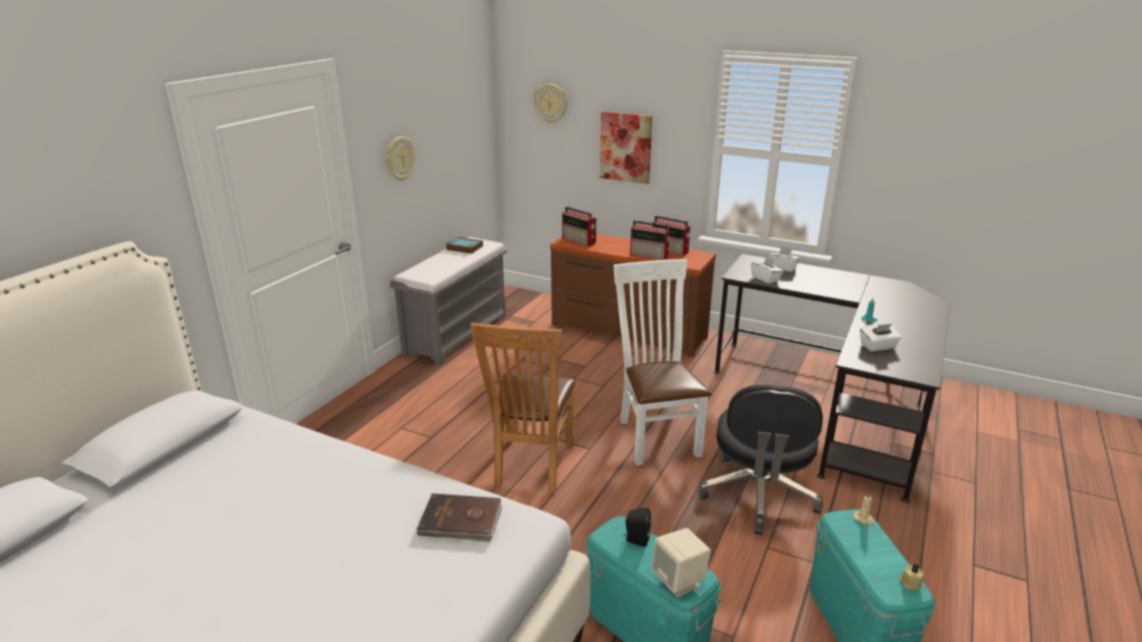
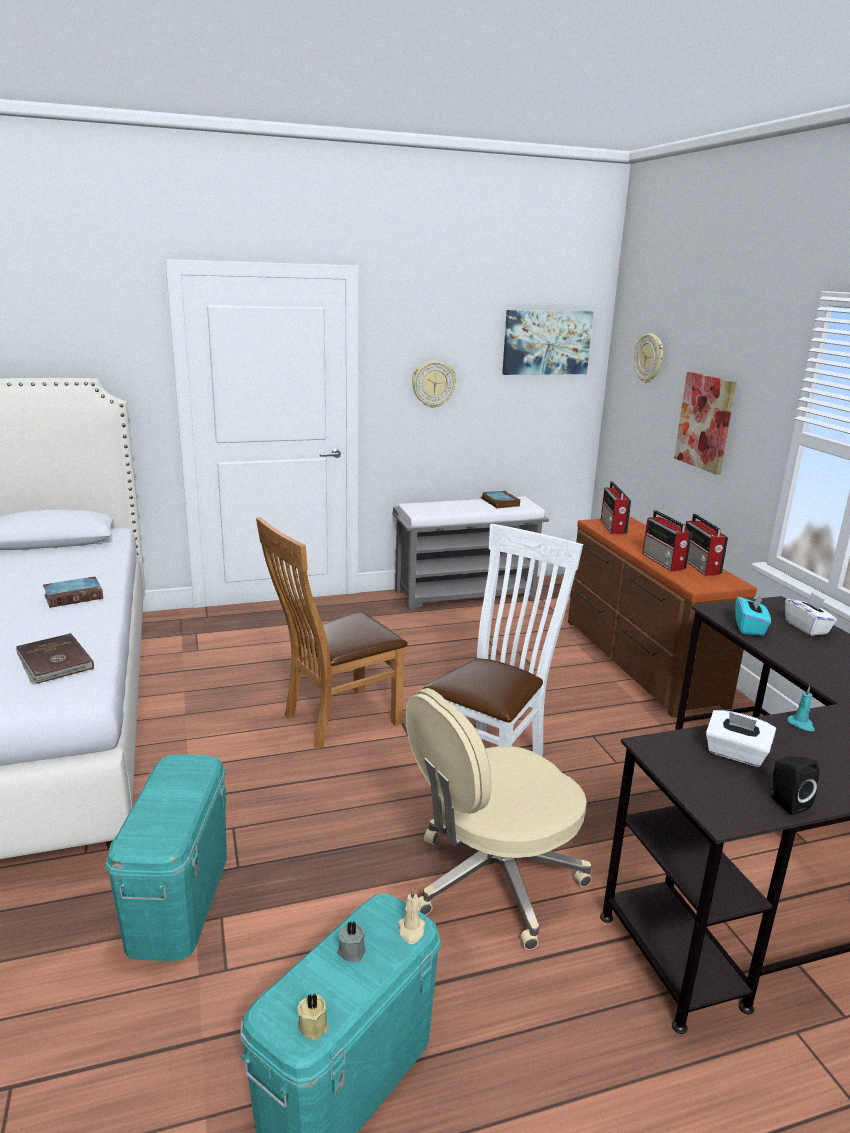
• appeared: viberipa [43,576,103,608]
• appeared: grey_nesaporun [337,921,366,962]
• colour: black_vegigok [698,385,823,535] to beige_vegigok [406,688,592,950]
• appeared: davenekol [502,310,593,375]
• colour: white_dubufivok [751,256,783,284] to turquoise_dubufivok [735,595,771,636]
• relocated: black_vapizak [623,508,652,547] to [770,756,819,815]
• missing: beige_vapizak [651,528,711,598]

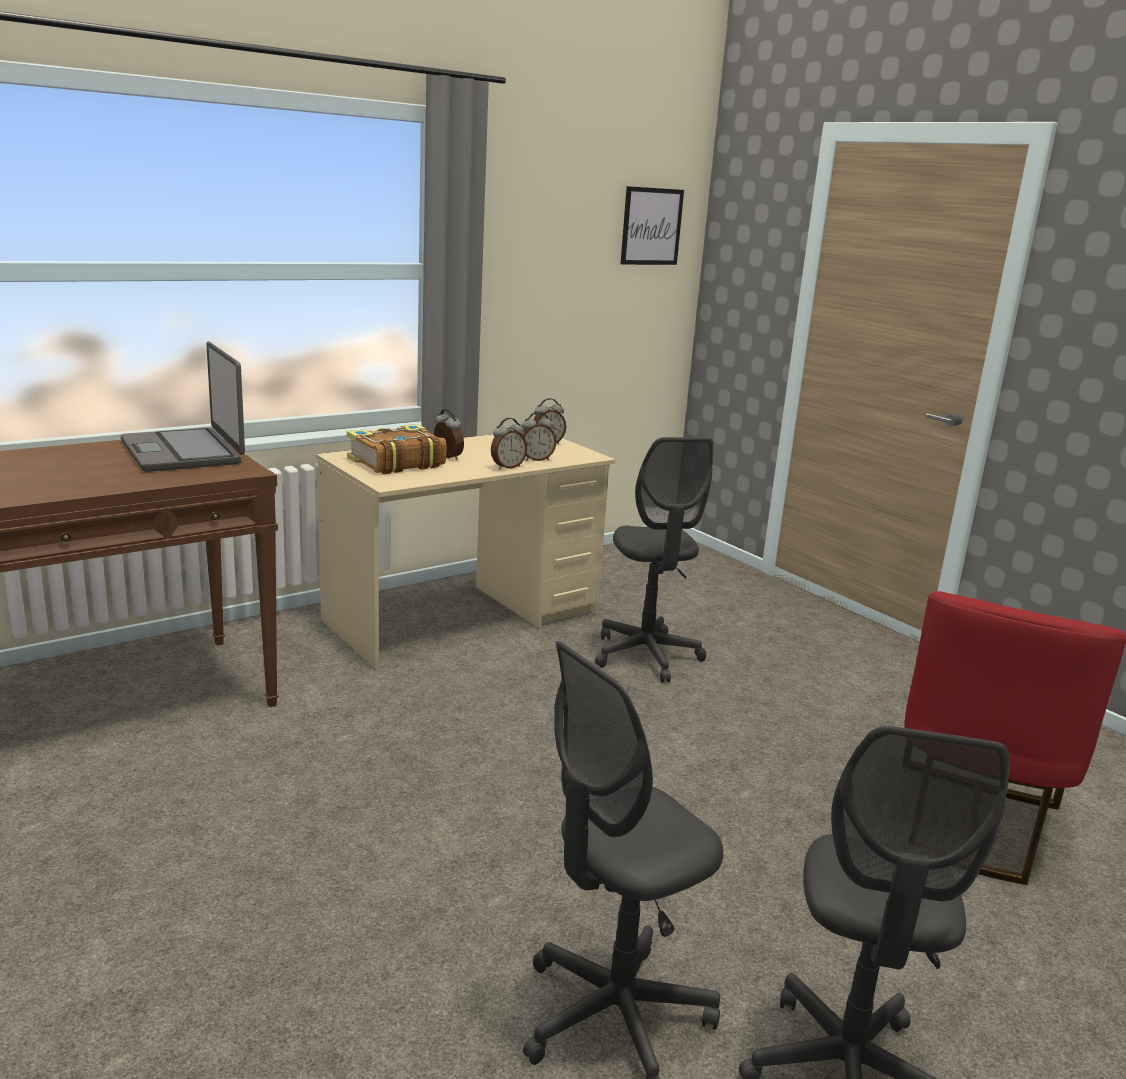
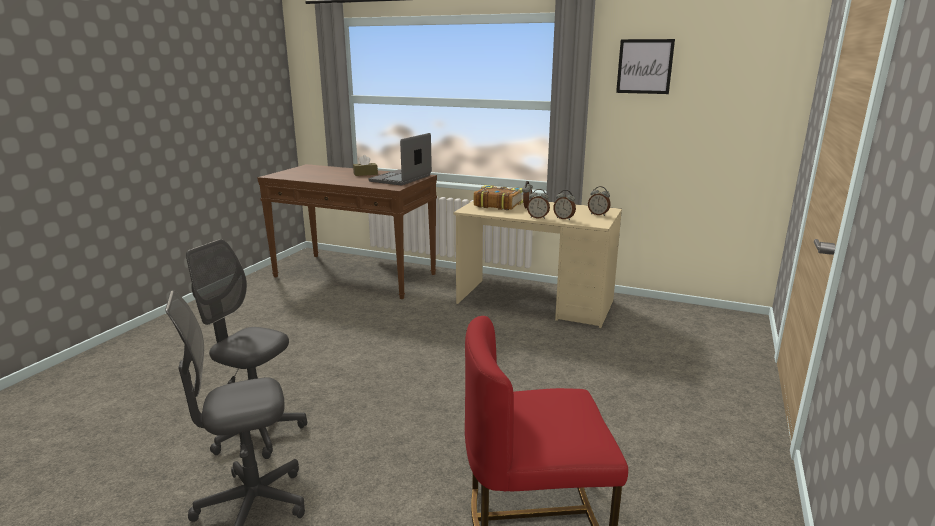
• appeared: brown_dubufivok [353,155,378,176]
• relocated: davenekol [620,186,684,265] to [616,39,675,94]
• missing: grey_vegigok [595,437,714,683]

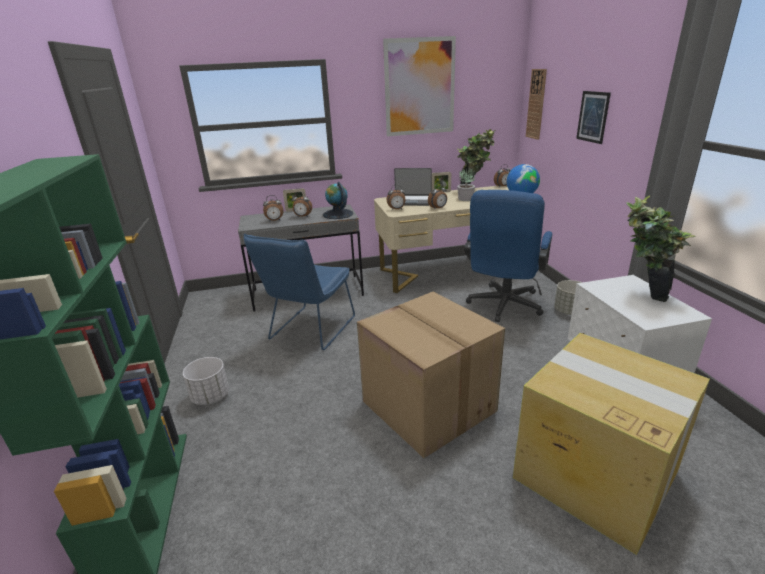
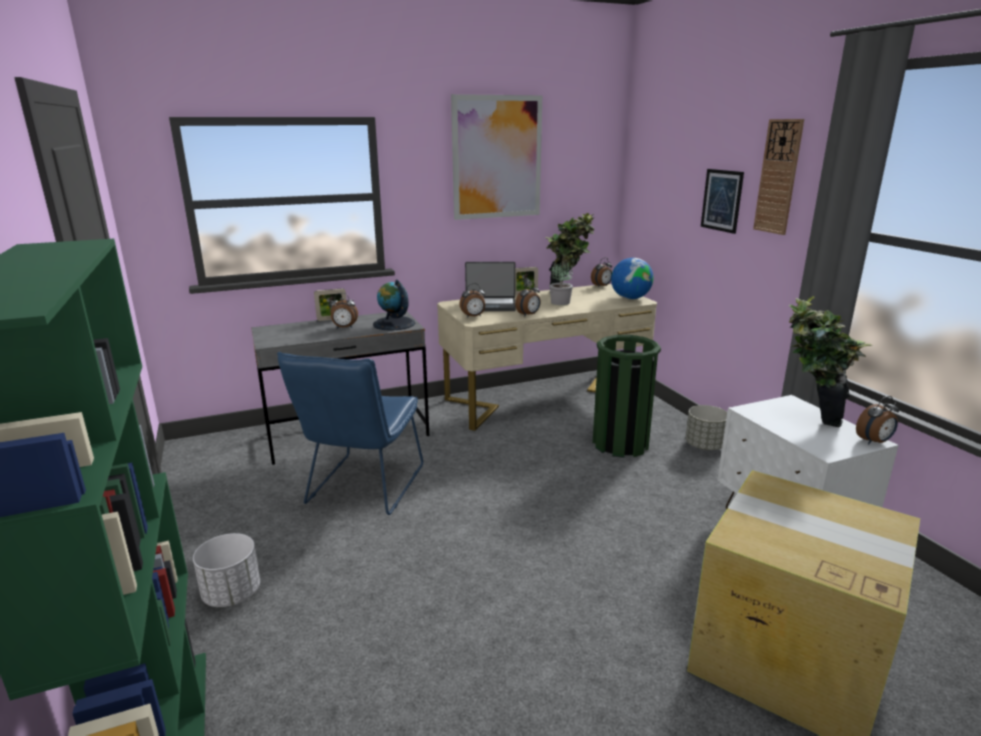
• exchanged: blue_vegigok [464,190,552,322] to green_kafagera [593,335,661,458]
• relocated: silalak [526,69,547,140] to [753,119,804,235]
• relocated: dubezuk [263,195,283,222] to [856,396,899,444]
• missing: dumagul [357,292,505,458]

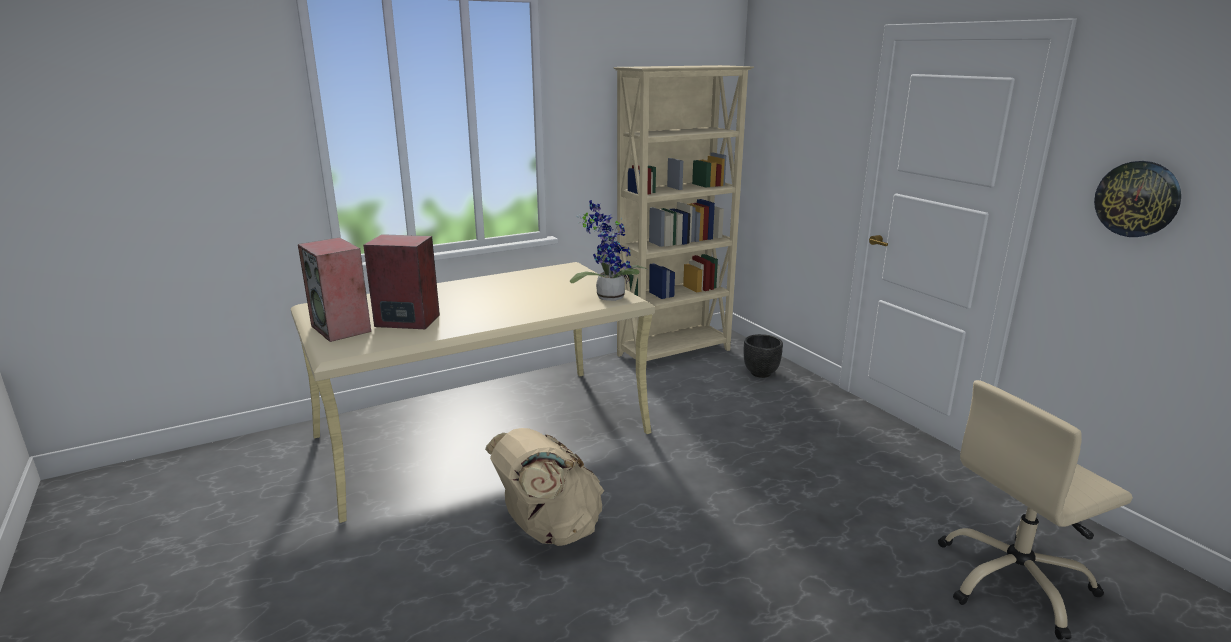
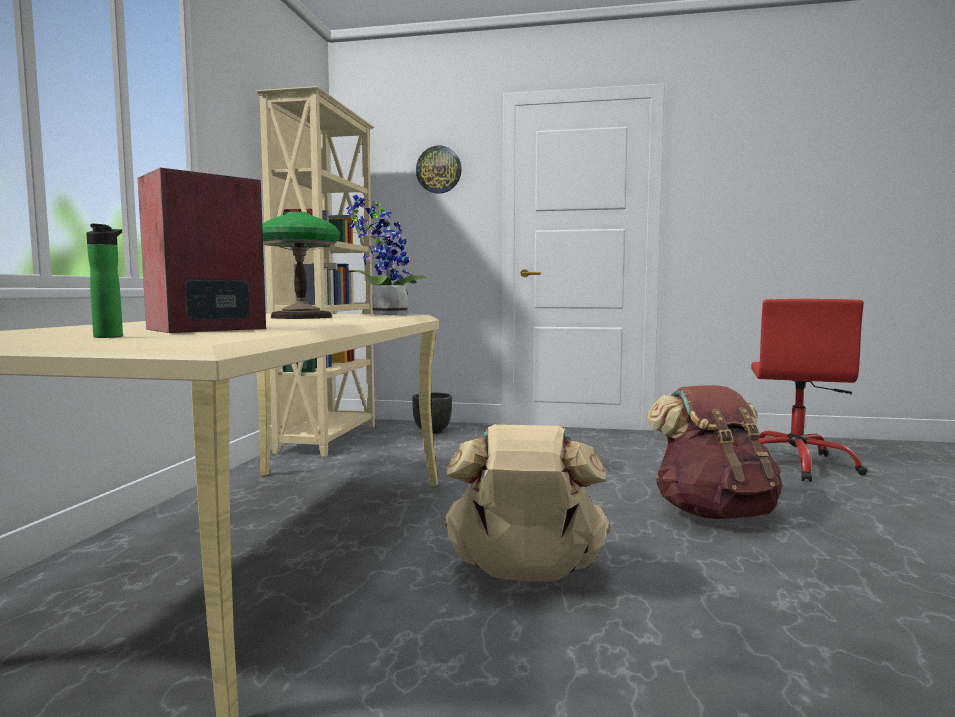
• exchanged: vapizak [298,237,371,342] to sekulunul [86,224,123,338]
• appeared: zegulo [262,212,340,319]
• relocated: silalak [1094,161,1181,237] to [416,145,462,194]
• appeared: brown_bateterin [646,386,783,519]
• colour: beige_vegigok [938,380,1133,640] to red_vegigok [751,299,868,482]

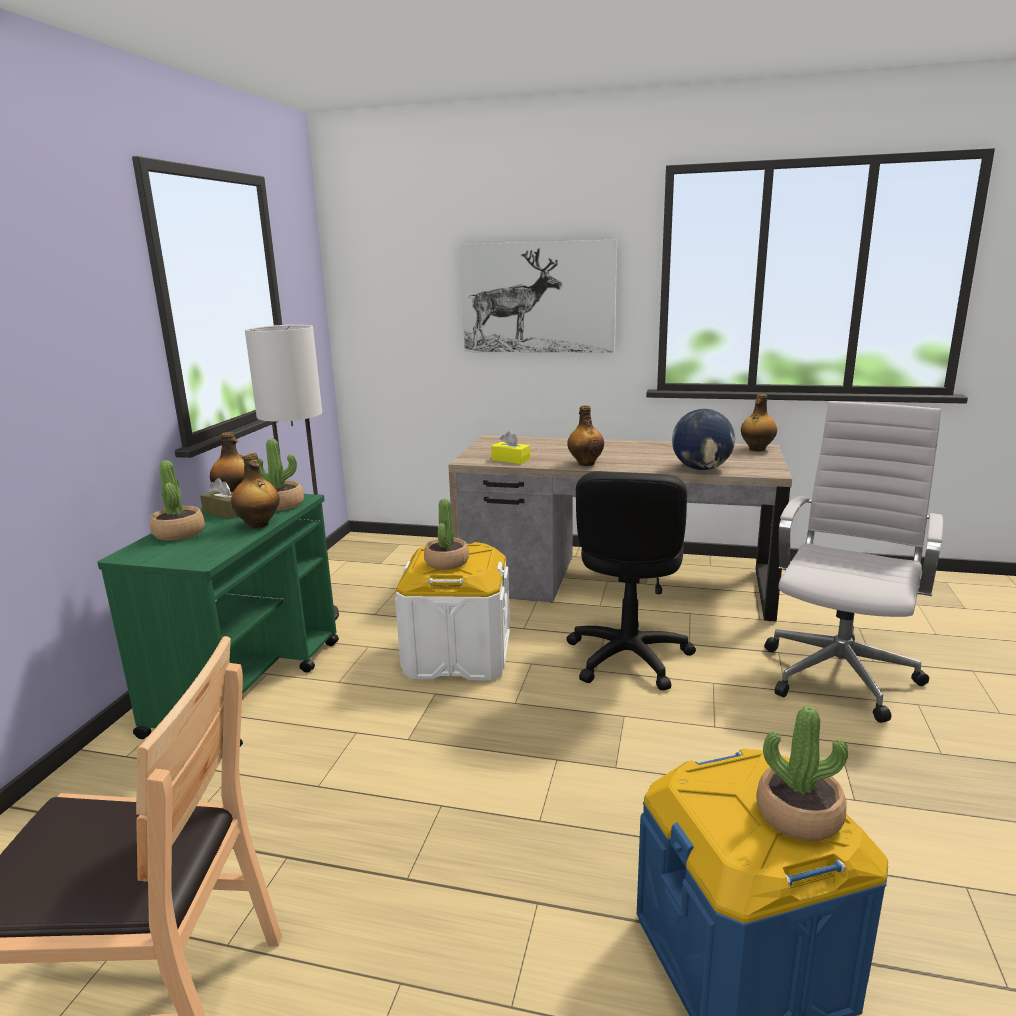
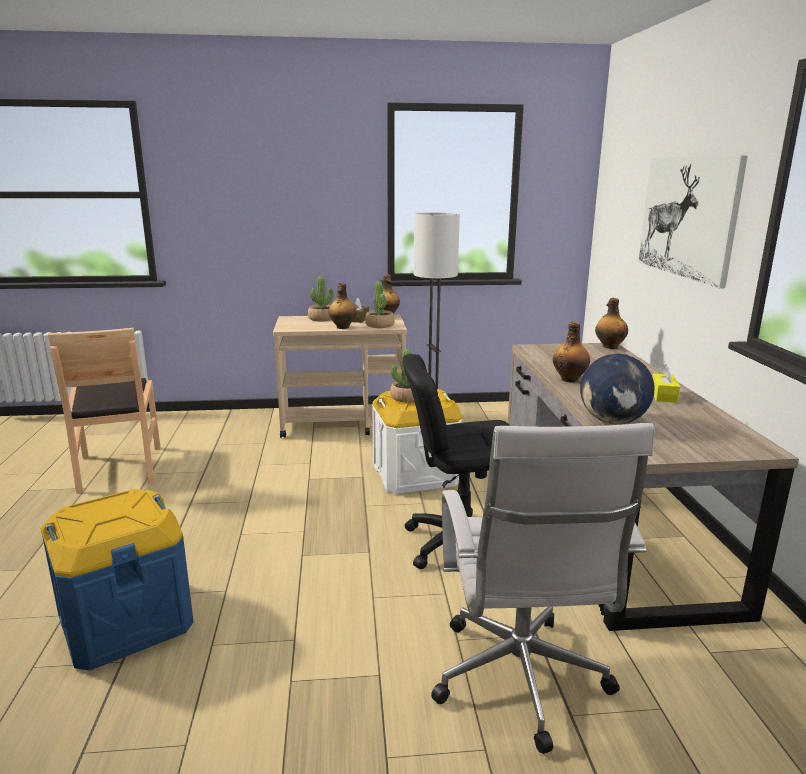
• colour: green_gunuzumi [97,494,339,747] to beige_gunuzumi [273,314,407,438]
• spun: white_vegigok [764,401,943,723] = [431,423,654,754] 75 degrees clockwise
• relocated: sekulunul [741,394,777,451] to [595,298,628,349]
• relocated: yellow_dubufivok [491,431,530,464] to [652,364,680,403]
• missing: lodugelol [756,706,848,841]

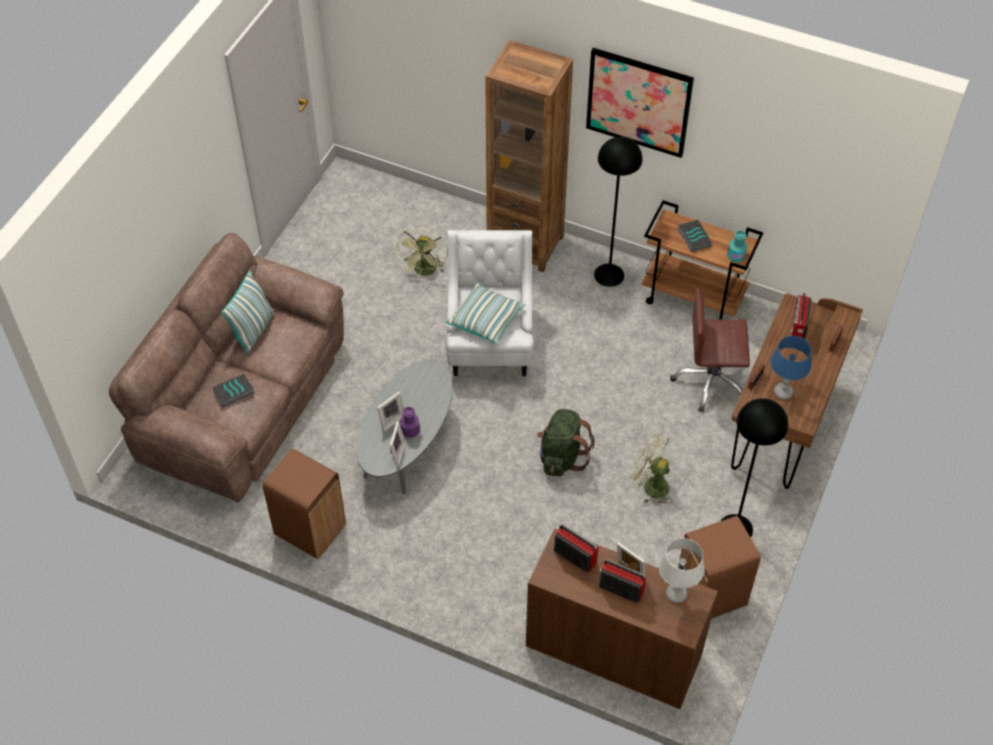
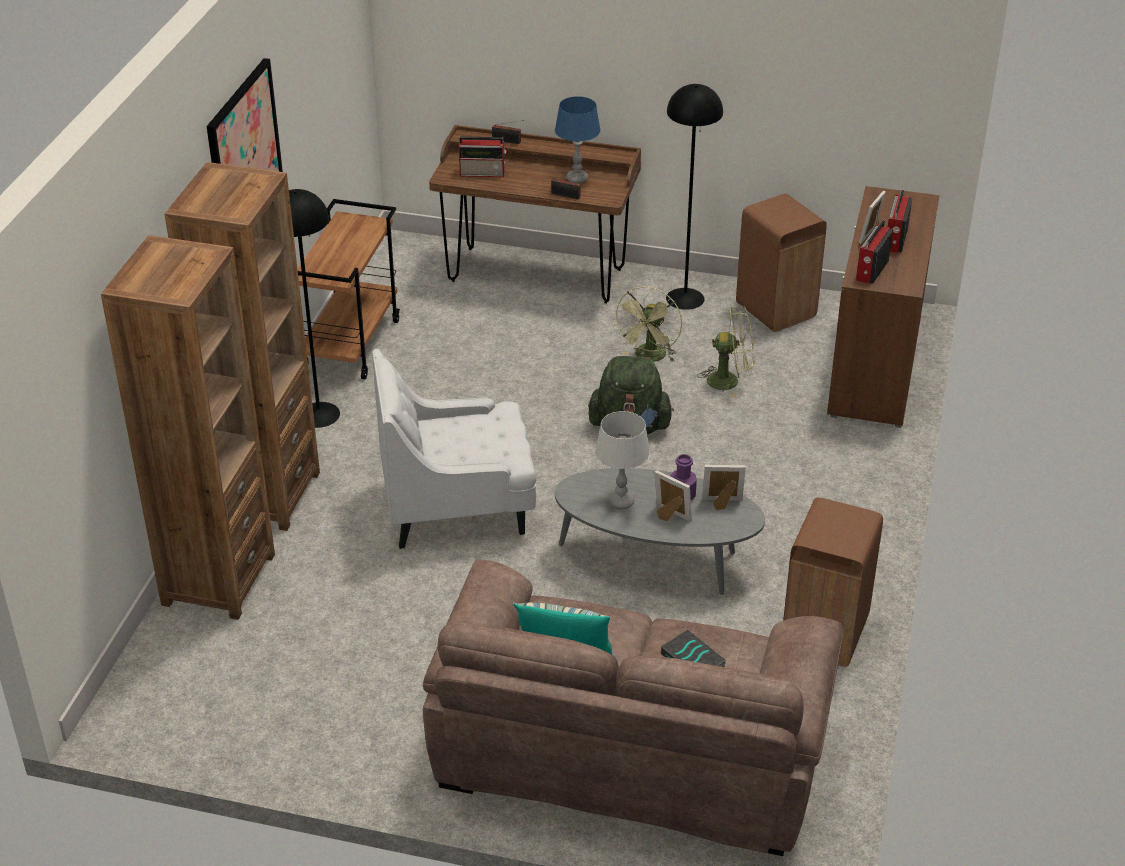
• appeared: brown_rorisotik [101,235,275,620]
• relocated: grey_zegulo [659,538,705,603] to [595,411,650,509]
• relocated: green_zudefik [396,228,448,276] to [697,306,754,398]
• missing: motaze [446,282,526,345]
• missing: brown_vegigok [670,288,750,412]
• missing: viberipa [678,220,712,252]
• missing: turquoise_sekulunul [727,230,748,262]

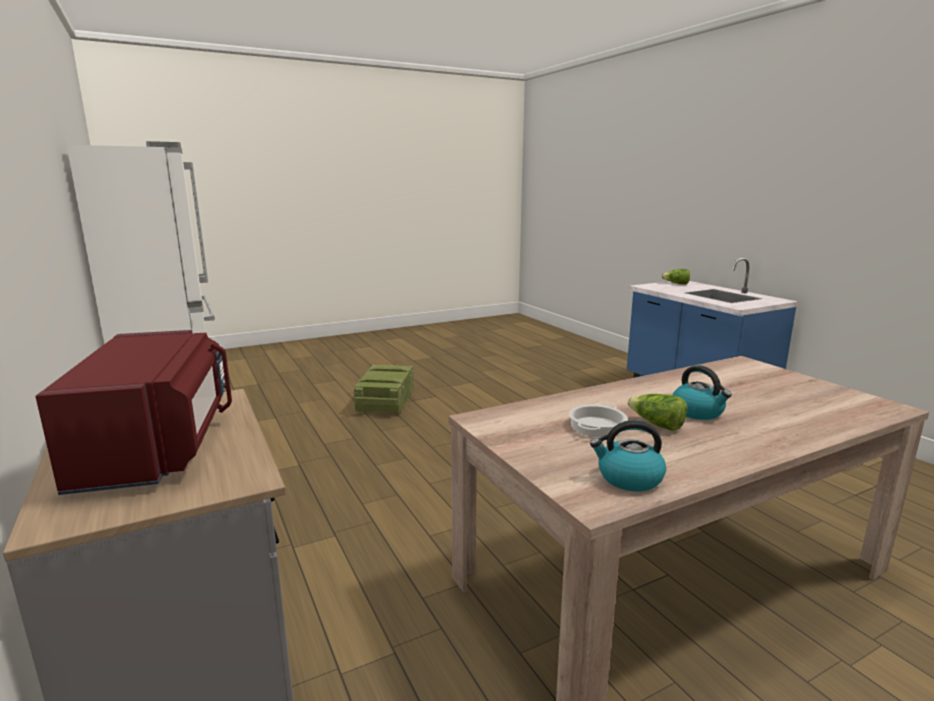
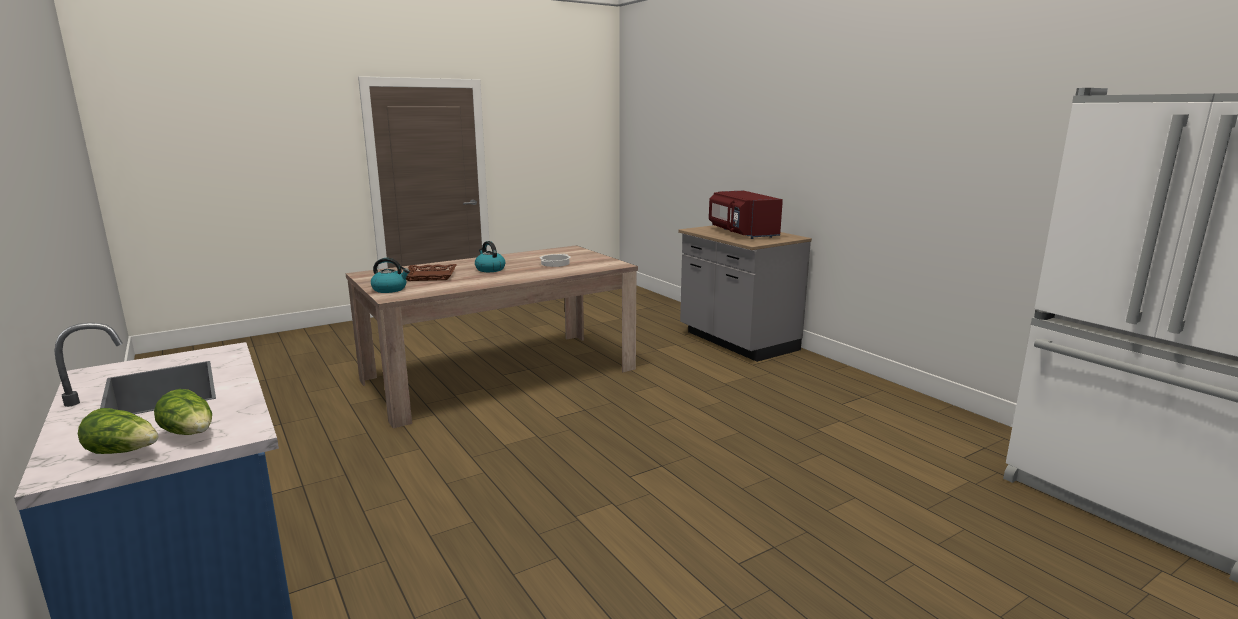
• relocated: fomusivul [627,394,687,431] to [154,389,212,435]
• relocated: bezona [590,420,666,491] to [371,258,410,293]
• appeared: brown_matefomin [406,264,456,281]
• missing: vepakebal [354,365,414,413]

